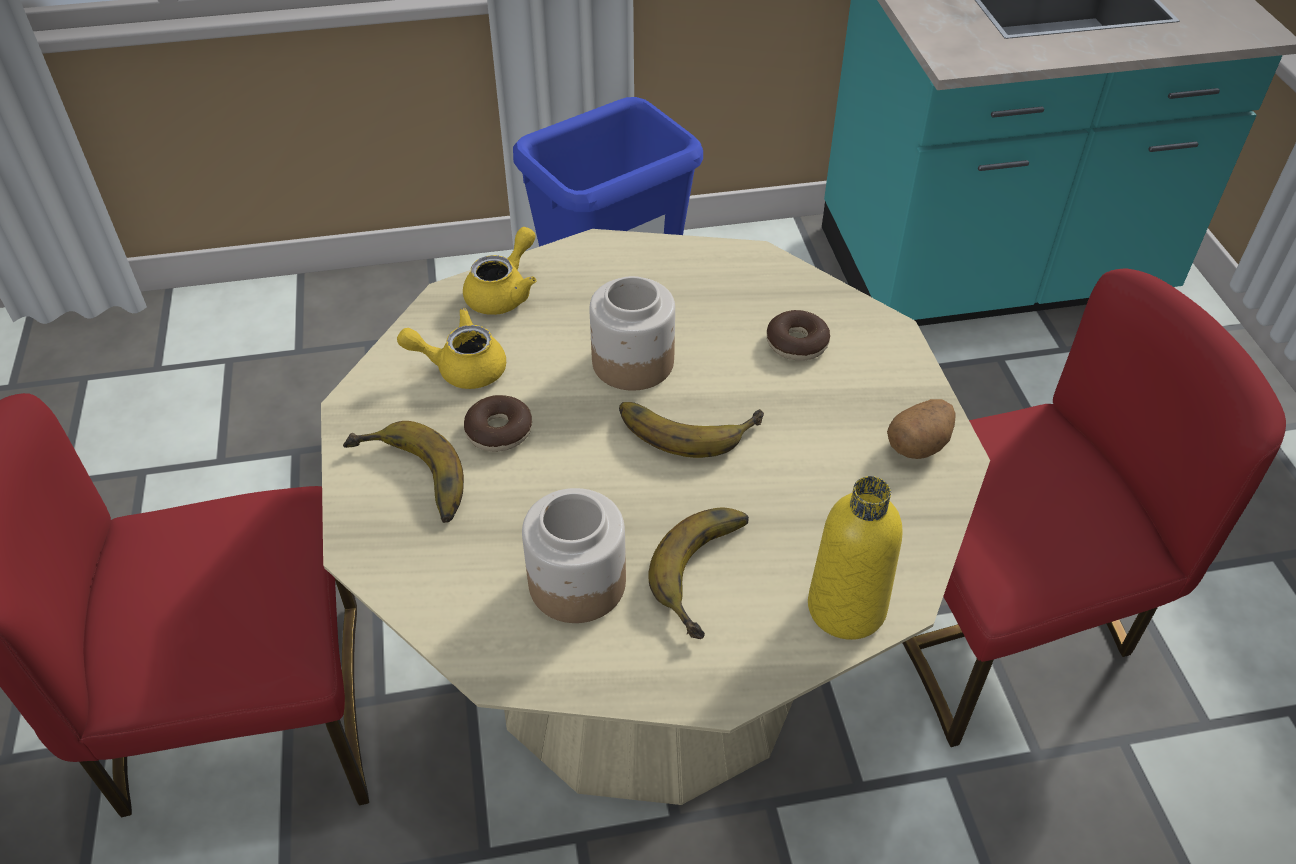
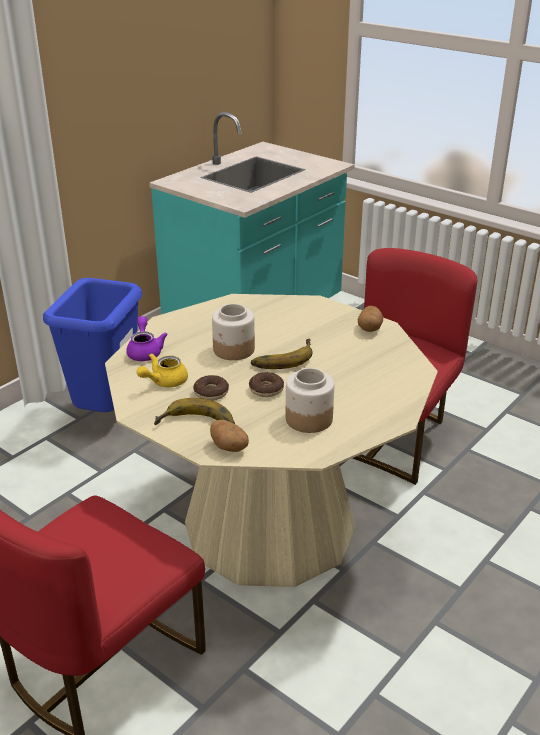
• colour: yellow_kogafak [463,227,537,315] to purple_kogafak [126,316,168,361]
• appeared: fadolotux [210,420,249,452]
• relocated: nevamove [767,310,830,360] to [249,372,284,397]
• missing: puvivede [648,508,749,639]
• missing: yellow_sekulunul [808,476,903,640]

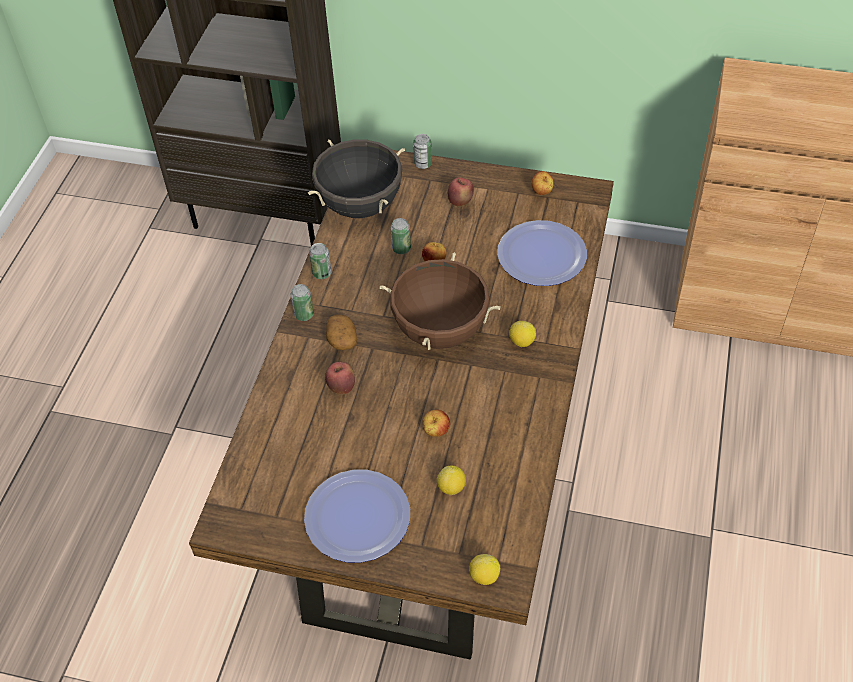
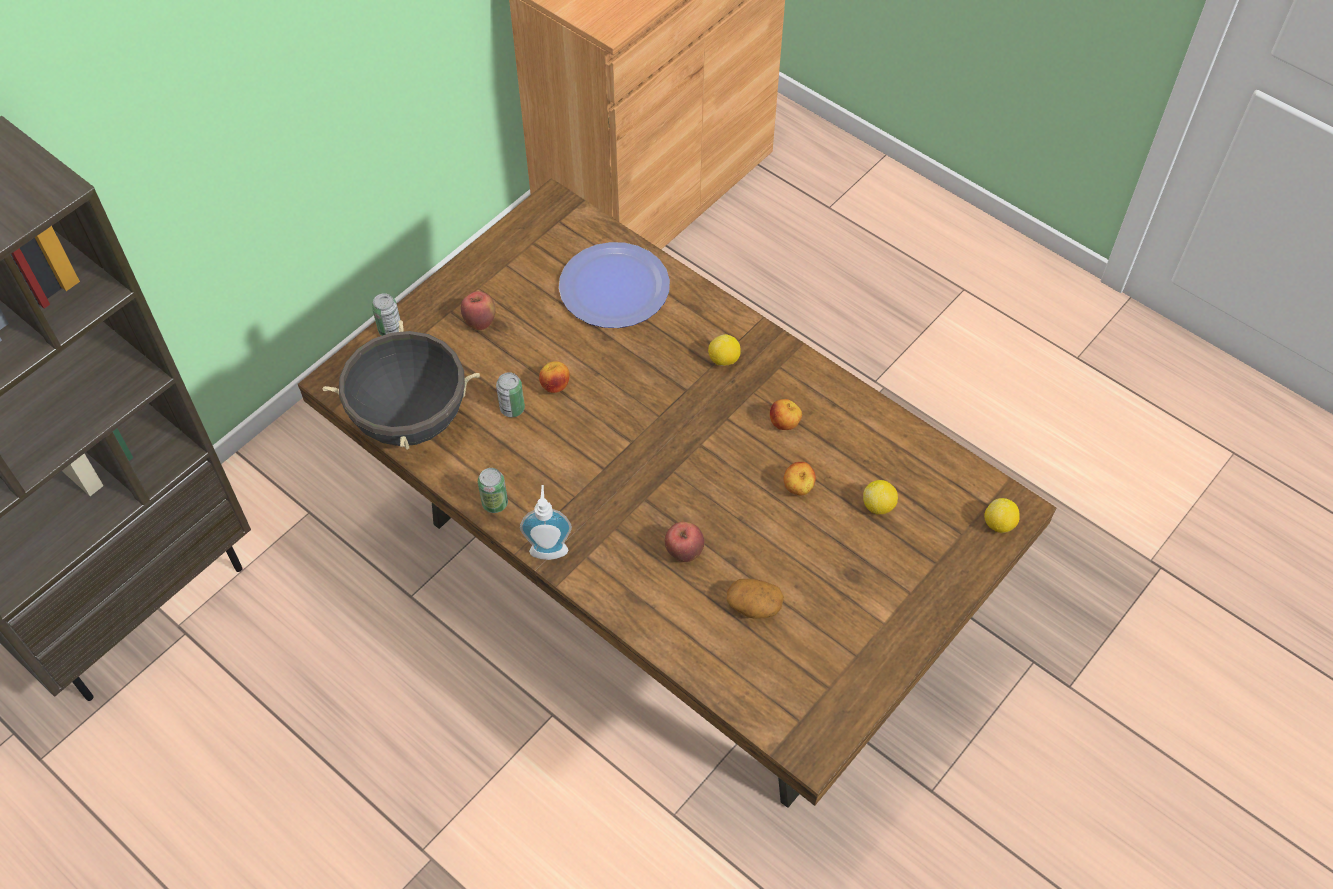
• exchanged: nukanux [291,284,314,321] to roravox [520,485,572,560]
• relocated: fadolotux [326,315,357,350] to [727,579,784,619]
• relocated: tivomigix [531,171,554,195] to [770,399,802,430]
• missing: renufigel [304,470,410,563]
• missing: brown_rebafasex [380,252,501,350]

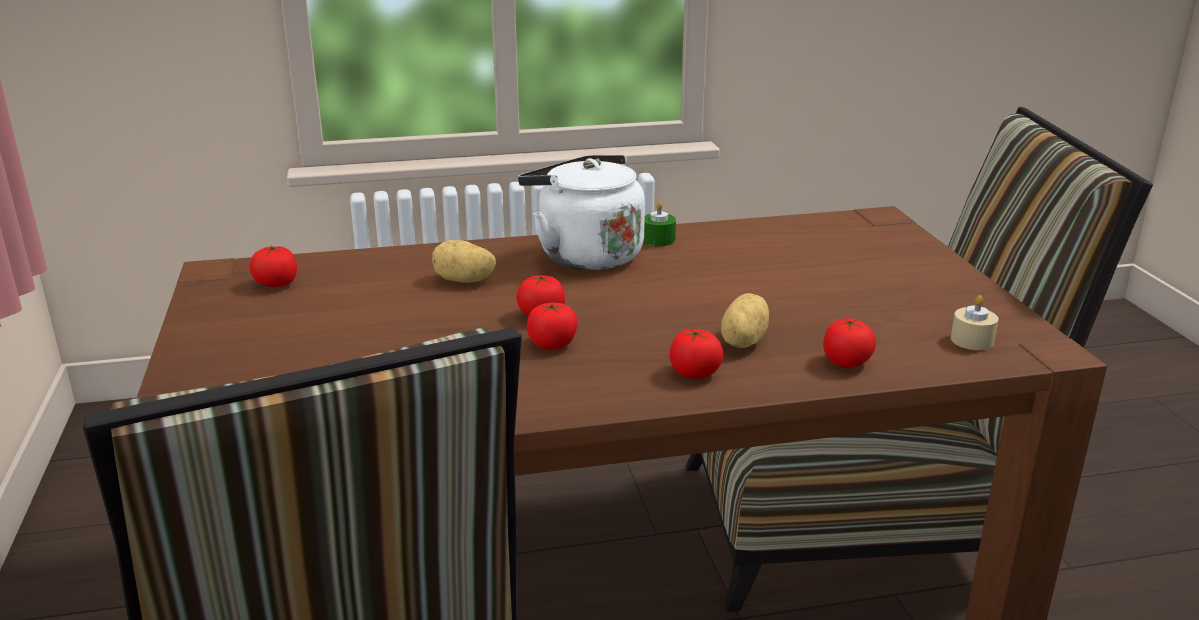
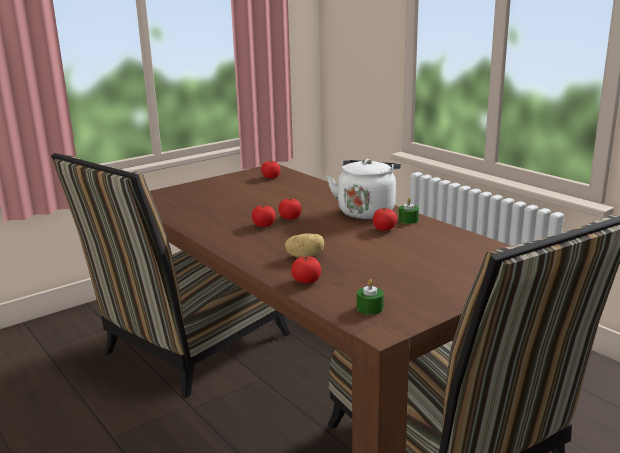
• colour: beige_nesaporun [951,295,998,350] to green_nesaporun [357,279,384,315]
• relocated: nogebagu [669,328,723,379] to [373,208,397,231]
• missing: fadolotux [432,240,496,283]

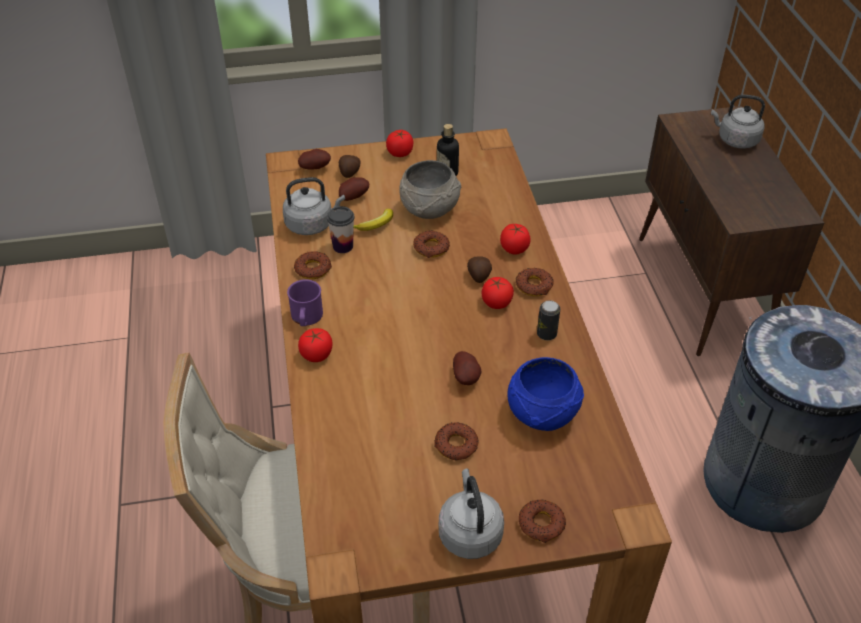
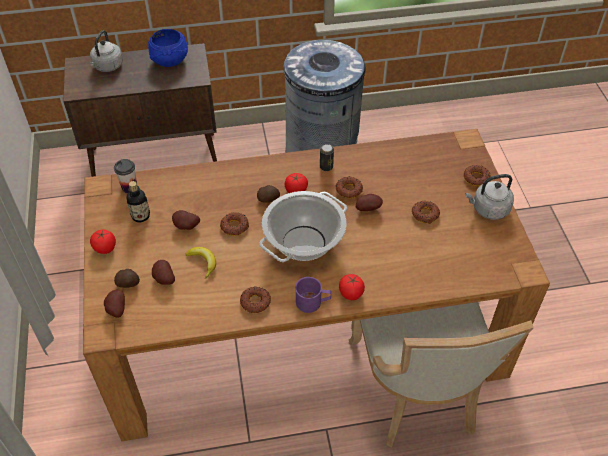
• relocated: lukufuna [327,206,354,253] to [114,159,137,193]
• relocated: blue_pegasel [507,357,584,431] to [148,29,188,67]
• exchanged: grey_pegasel [399,160,462,219] to fadolotux [172,210,200,230]
• appeared: rebafasex [259,191,347,262]
• relocated: nevamove [516,268,553,296] to [336,176,363,198]
• missing: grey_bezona [283,177,345,235]
• missing: nogebagu [500,224,530,255]

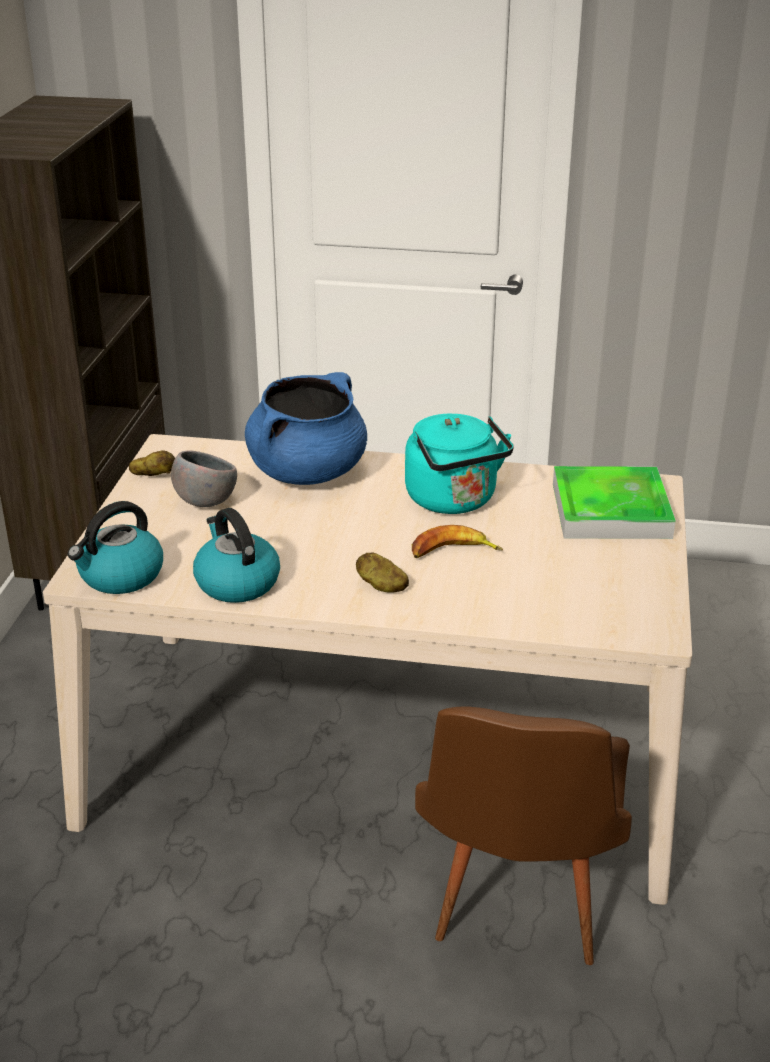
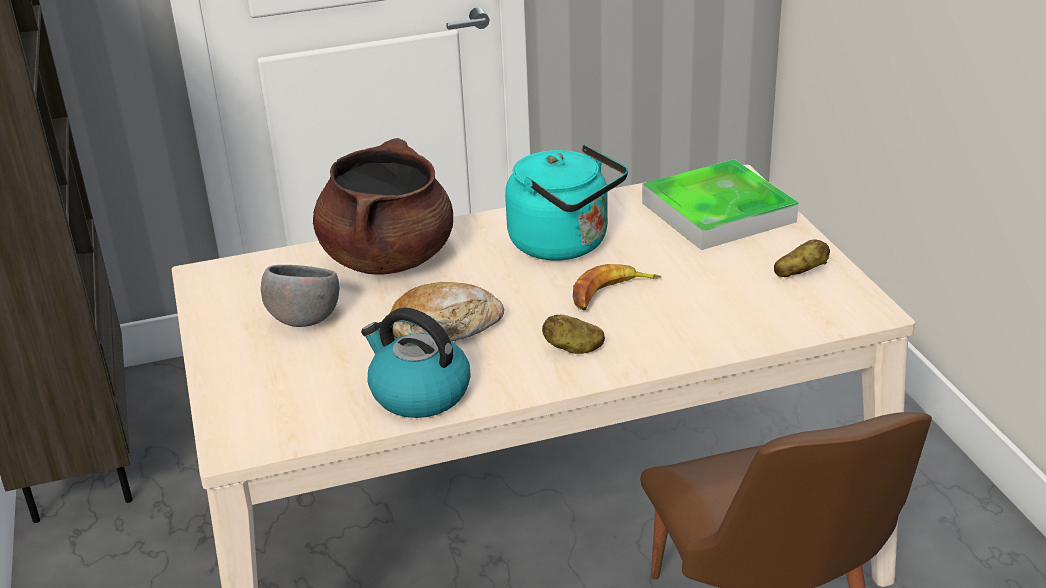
• colour: blue_rebafasex [245,372,367,485] to brown_rebafasex [313,138,453,275]
• appeared: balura [390,282,504,341]
• relocated: fadolotux [129,450,175,476] to [774,239,830,277]
• missing: bezona [68,501,163,594]

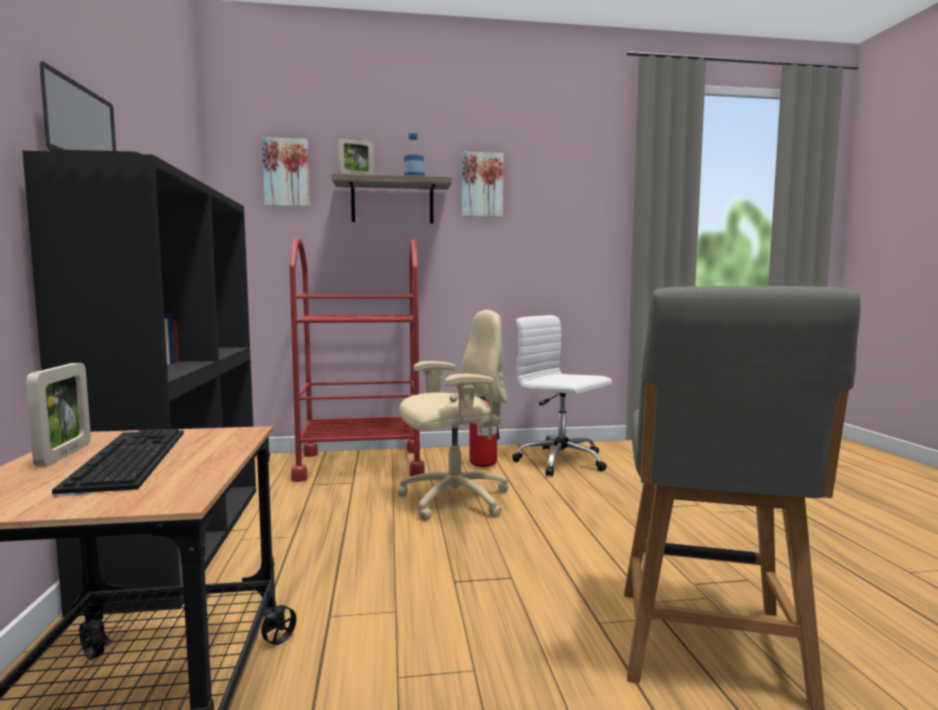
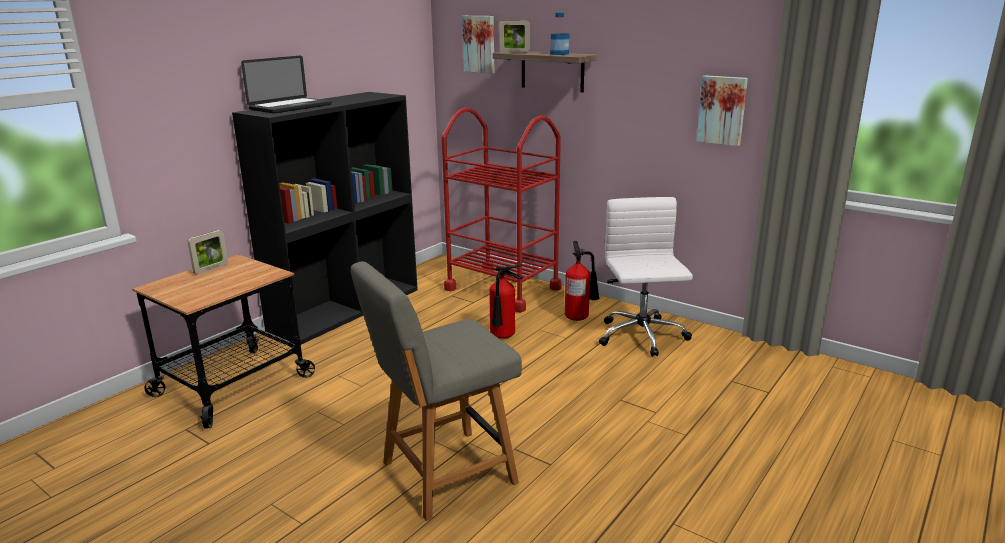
• exchanged: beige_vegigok [397,310,508,521] to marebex [489,264,523,339]
• relocated: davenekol [462,152,504,218] to [697,75,748,146]
• missing: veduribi [52,429,184,497]

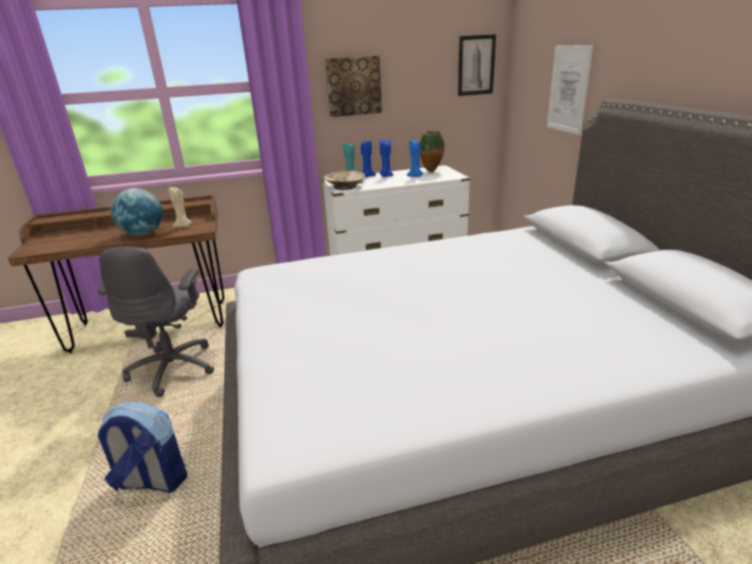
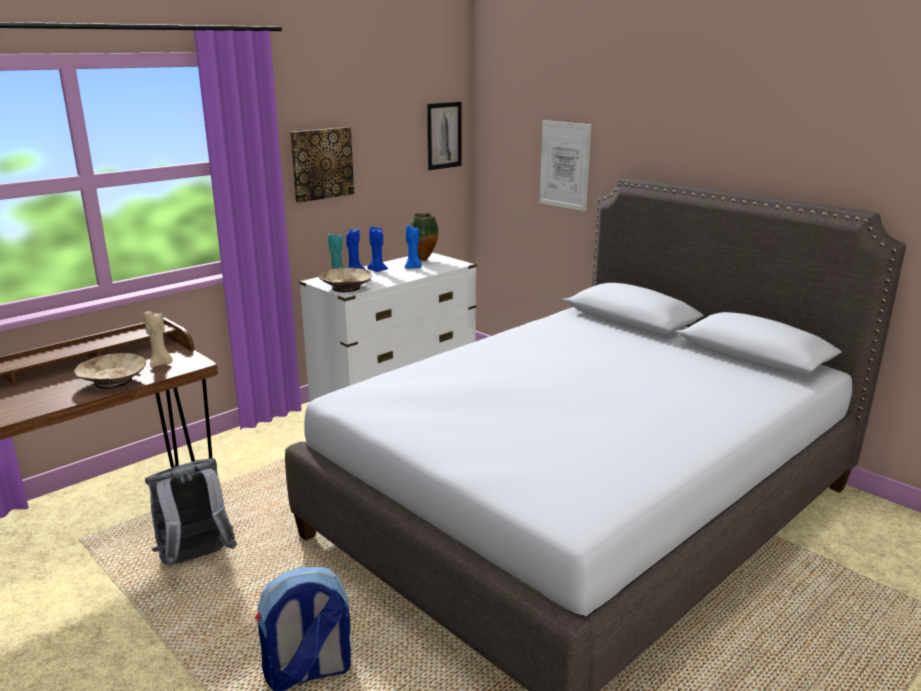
• exchanged: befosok [111,188,163,235] to beige_pegasel [74,353,146,389]
• exchanged: grey_vegigok [97,247,214,397] to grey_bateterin [145,458,237,567]

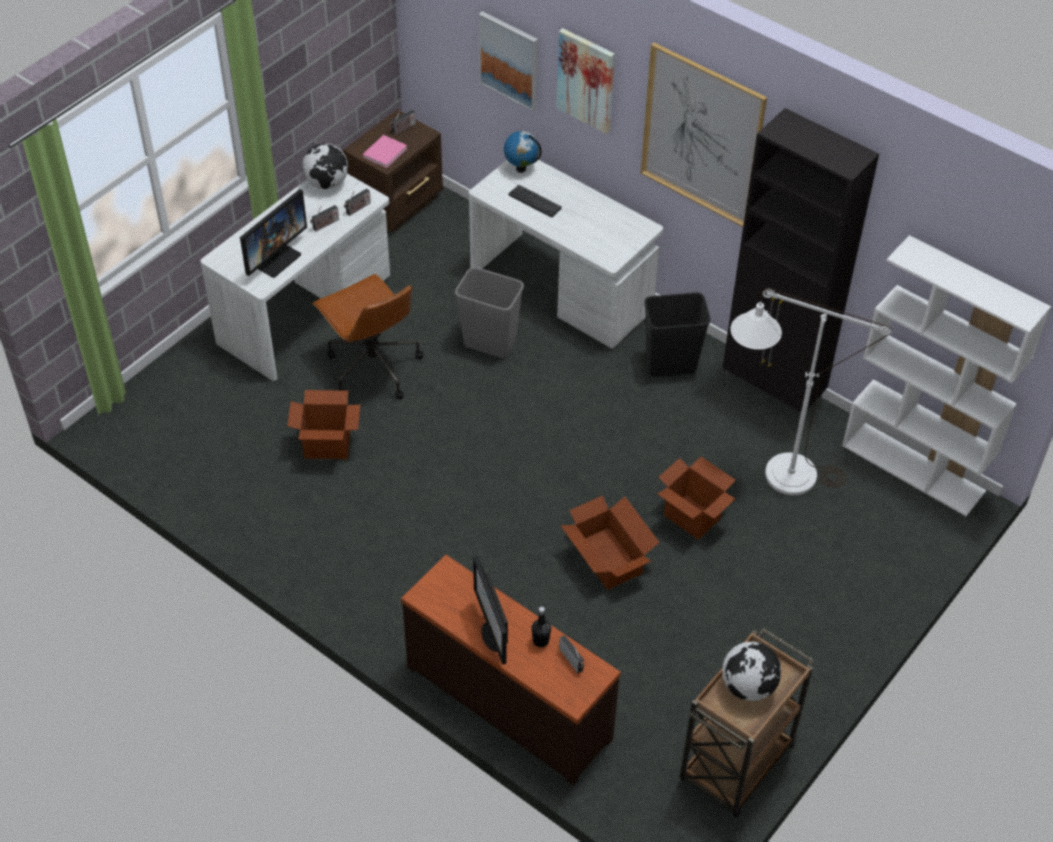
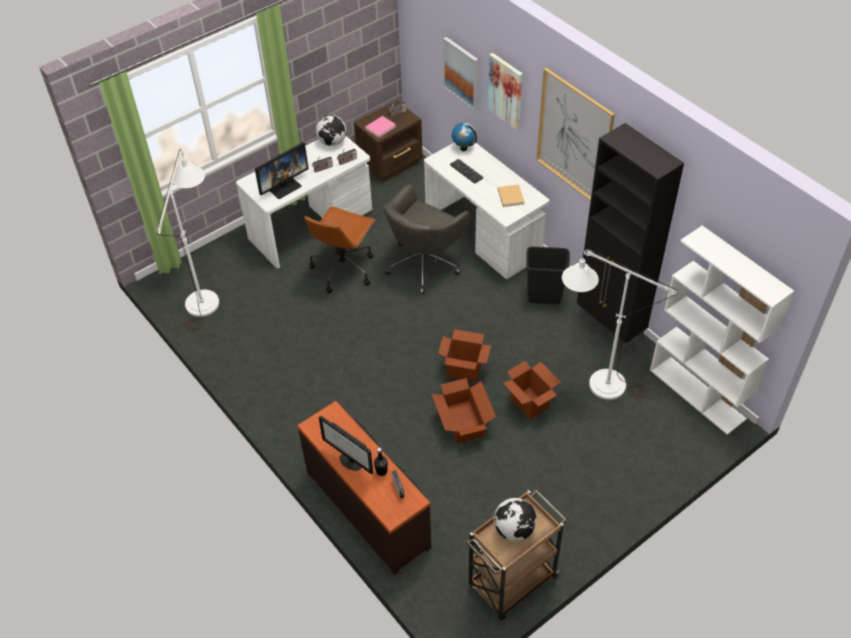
• appeared: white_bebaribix [157,149,219,332]
• spun: brown_vegigok [313,274,423,399] = [304,207,375,293] 45 degrees clockwise
• spun: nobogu [473,556,508,665] = [319,416,373,474] 45 degrees counterclockwise
• exchanged: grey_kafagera [455,267,524,358] to grey_vegigok [383,184,470,294]
• relocated: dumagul [287,390,360,459] to [438,329,491,382]
• appeared: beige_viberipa [498,184,525,207]

